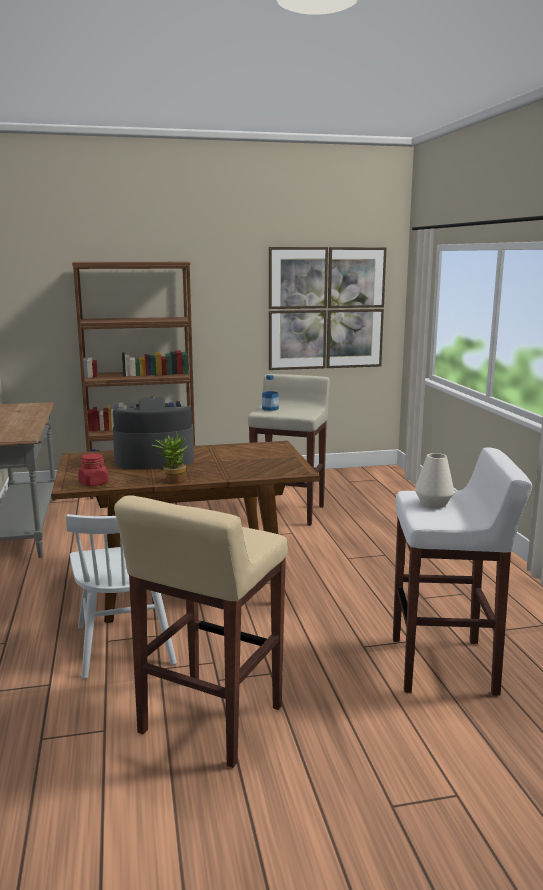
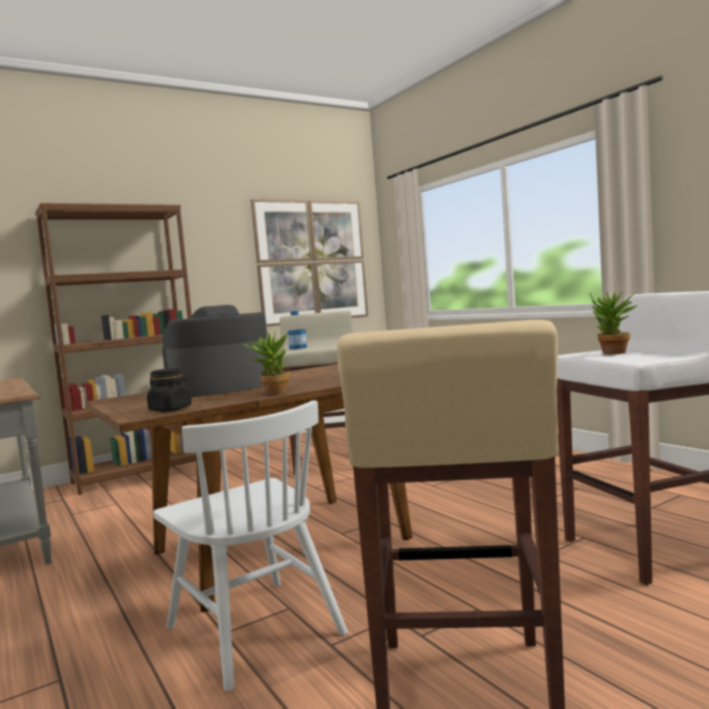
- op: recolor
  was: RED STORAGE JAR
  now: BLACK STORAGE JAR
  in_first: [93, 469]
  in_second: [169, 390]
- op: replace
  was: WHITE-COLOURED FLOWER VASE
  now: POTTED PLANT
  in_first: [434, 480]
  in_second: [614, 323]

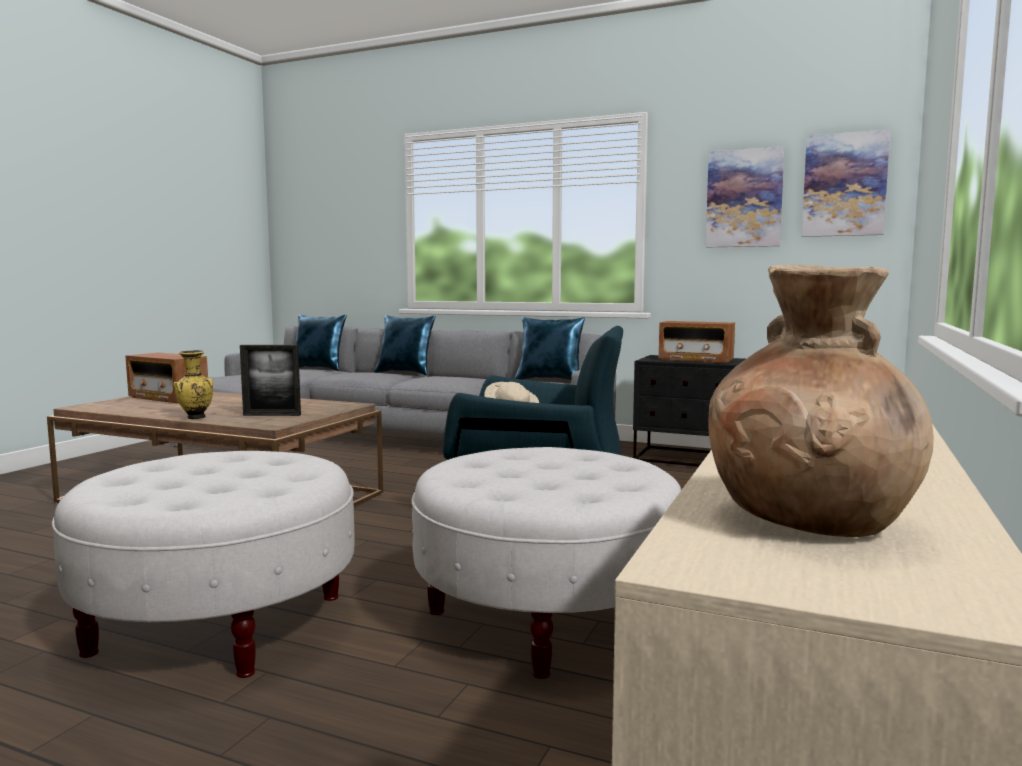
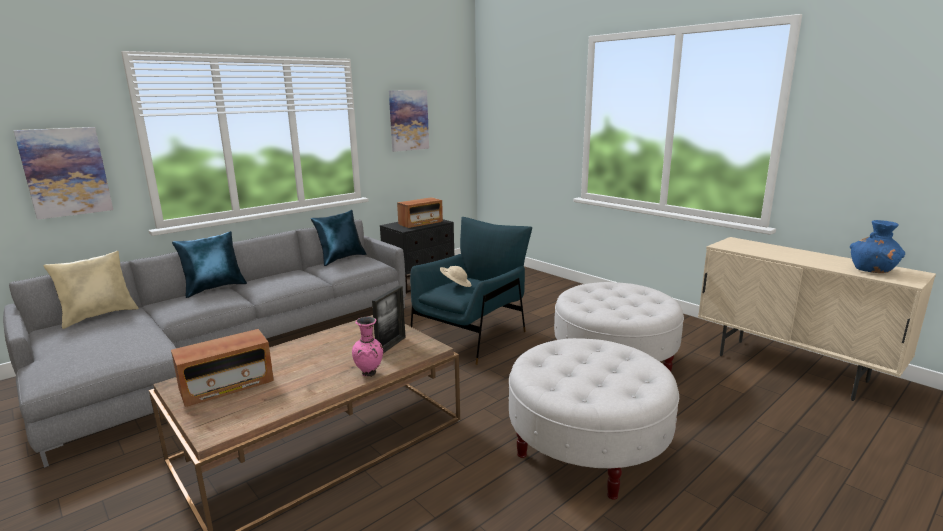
- op: recolor
  was: YELLOWISH FLOWER VASE
  now: PINK FLOWER VASE
  in_first: [193, 384]
  in_second: [367, 346]
- op: recolor
  was: BLUE-COLOURED PILLOW
  now: SAND-COLOURED PILLOW
  in_first: [321, 343]
  in_second: [91, 290]
- op: recolor
  was: BROWN FLOWER VASE
  now: BLUE-COLOURED FLOWER VASE
  in_first: [821, 401]
  in_second: [877, 246]
- op: move
  was: WALL PICTURE
  in_first: [846, 183]
  in_second: [63, 173]

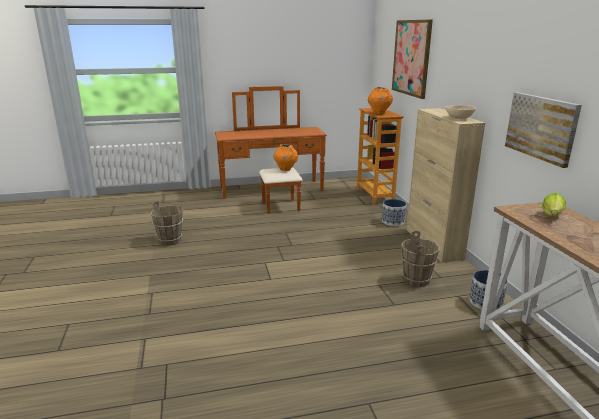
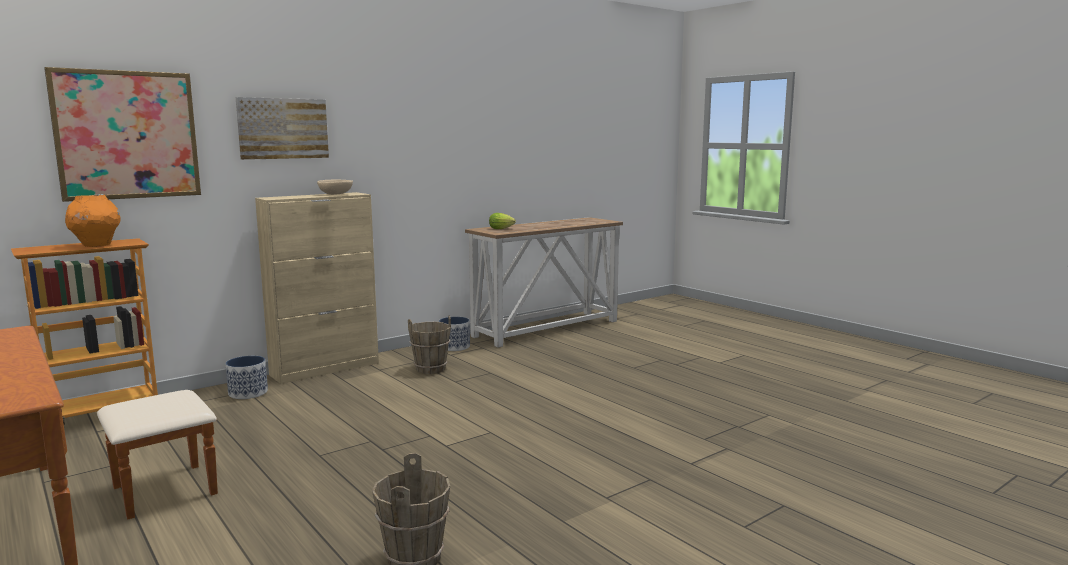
- op: delete
  was: ORANGEY FLOWER VASE
  in_first: [285, 157]
- op: move
  was: WALL PICTURE
  in_first: [543, 130]
  in_second: [282, 128]

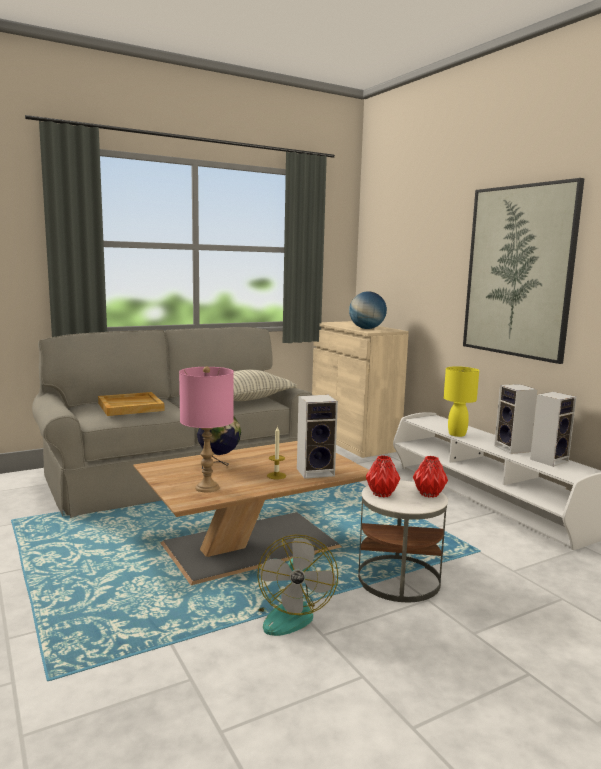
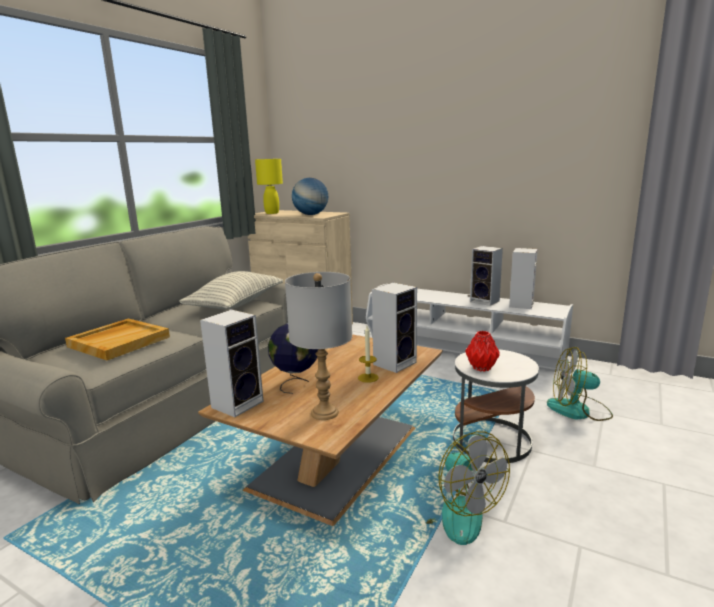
- op: recolor
  was: PINK LAMP FOR A TABLE
  now: GRAY LAMP FOR A TABLE
  in_first: [206, 429]
  in_second: [318, 346]
- op: delete
  was: RED FLOWER VASE
  in_first: [430, 477]
- op: move
  was: YELLOWISH LAMP FOR A TABLE
  in_first: [461, 401]
  in_second: [269, 186]
- op: delete
  was: WALL PICTURE
  in_first: [523, 271]
- op: insert
  now: SPEAKER
  in_second: [232, 363]
- op: insert
  now: FAN
  in_second: [580, 384]

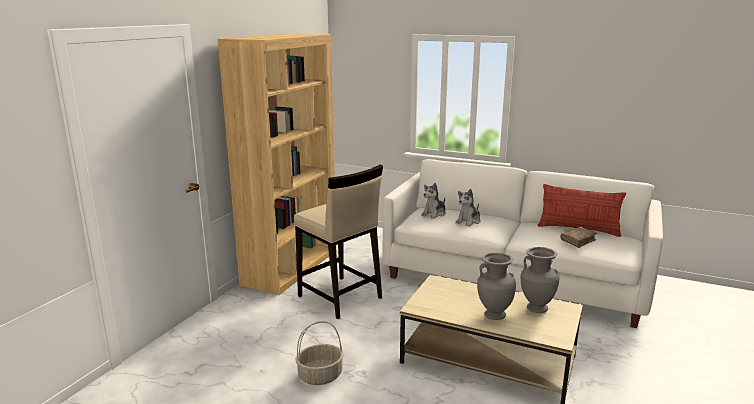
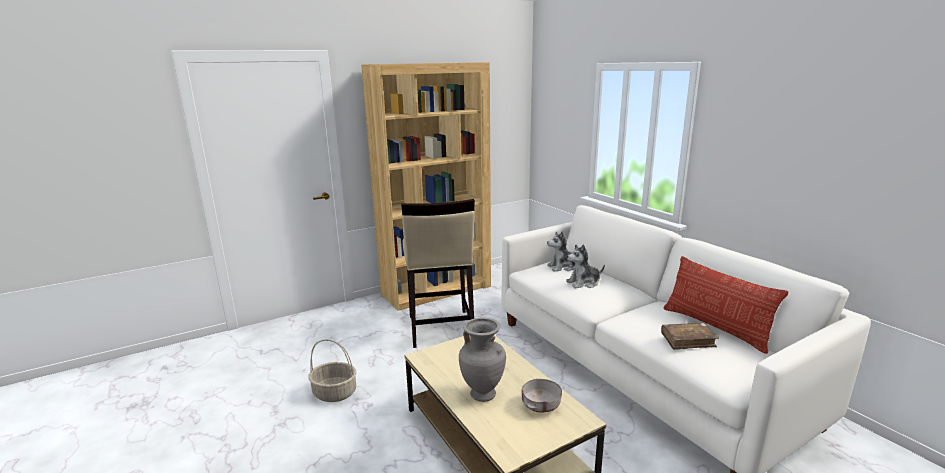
- op: replace
  was: GRAY FLOWER VASE
  now: GRAY SERVING BOWL
  in_first: [540, 280]
  in_second: [542, 396]

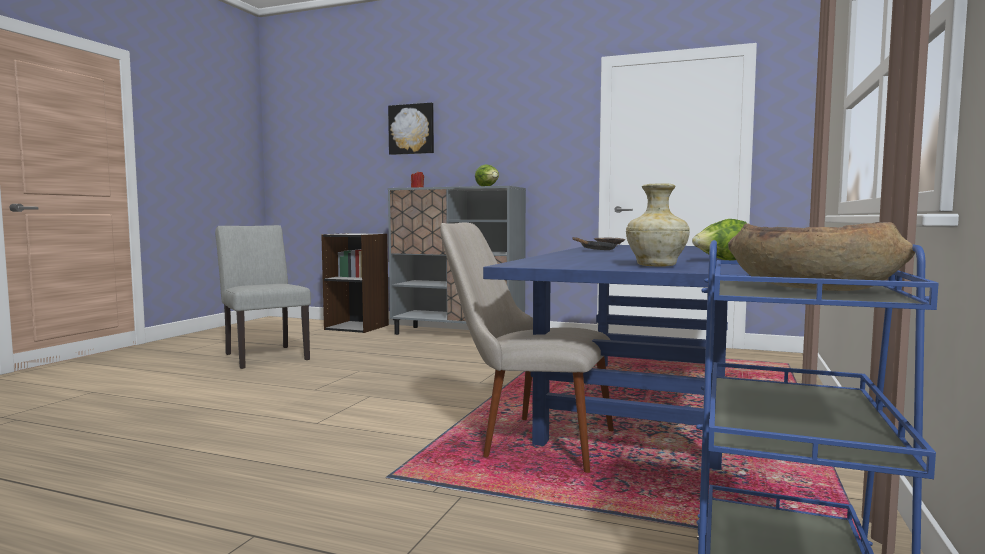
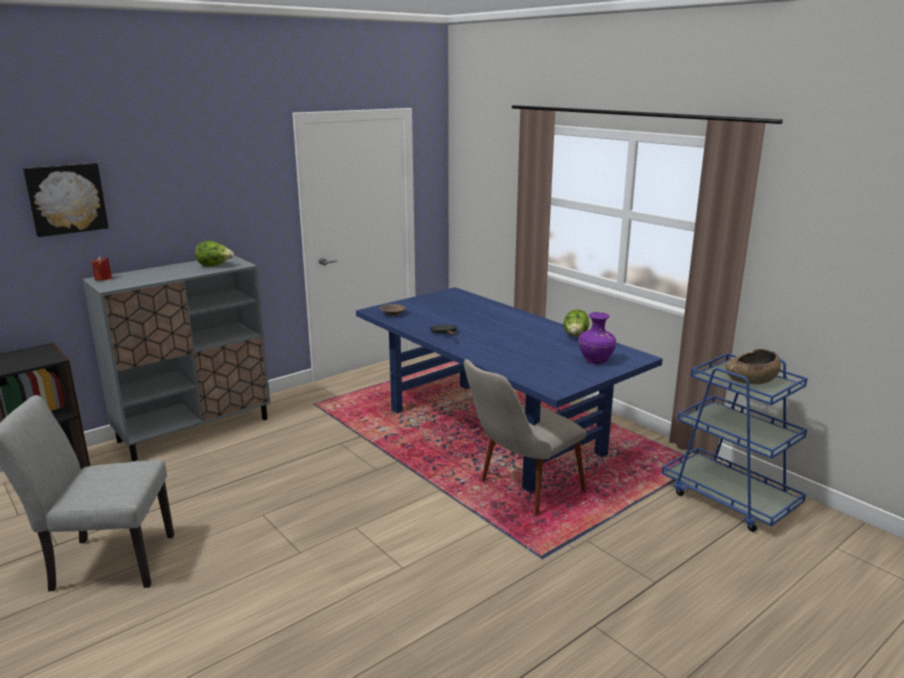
- op: recolor
  was: SAND-COLOURED FLOWER VASE
  now: PURPLE FLOWER VASE
  in_first: [658, 225]
  in_second: [597, 338]

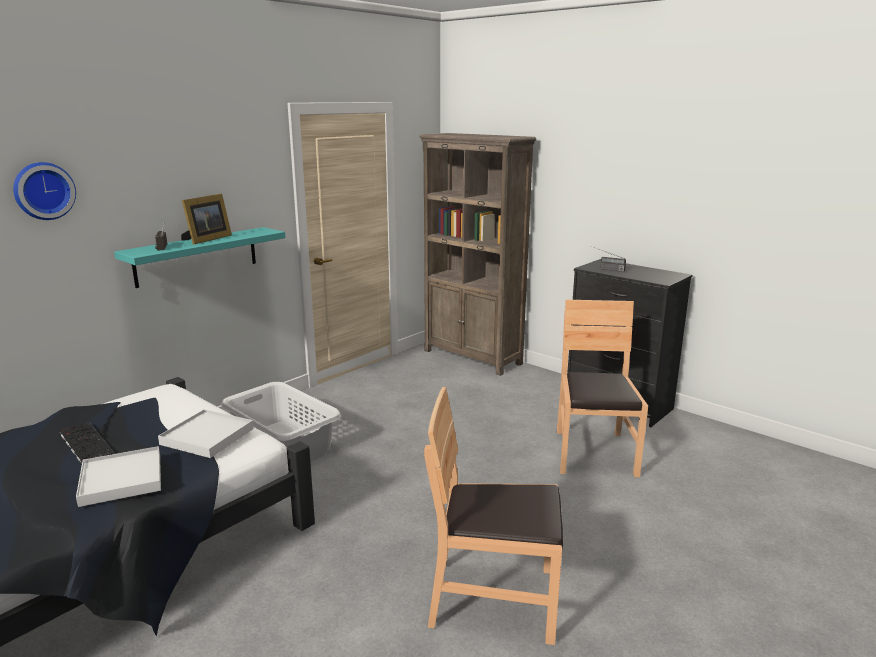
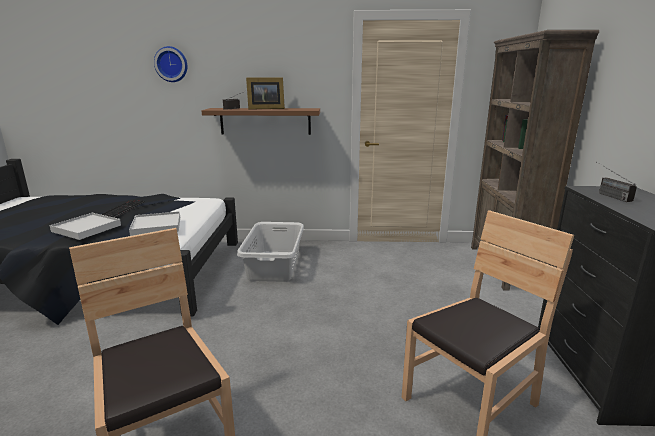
- op: recolor
  was: TURQUOISE-COLOURED WALL SHELF
  now: BROWN WALL SHELF
  in_first: [199, 257]
  in_second: [260, 121]

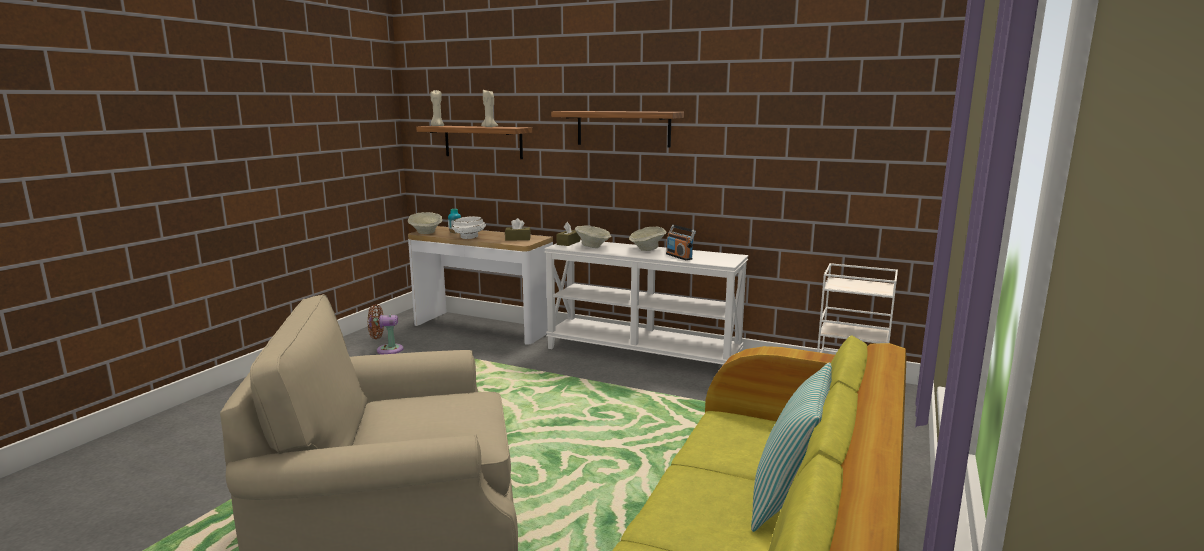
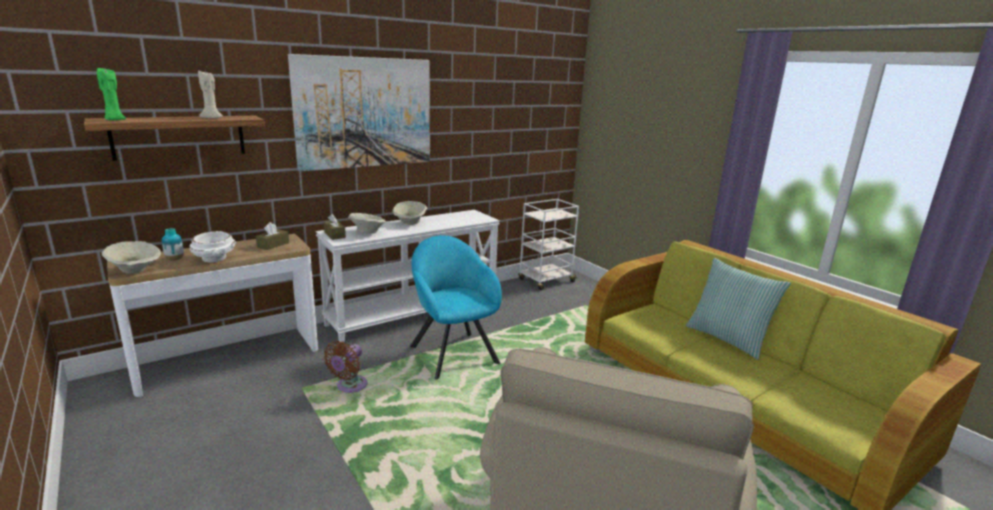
- op: move
  was: BROWN FAN
  in_first: [385, 329]
  in_second: [346, 367]
- op: recolor
  was: SAND-COLOURED WAX CANDLE
  now: GREENISH WAX CANDLE
  in_first: [437, 108]
  in_second: [111, 94]
- op: replace
  was: WALL SHELF
  now: WALL PICTURE
  in_first: [617, 129]
  in_second: [359, 113]
- op: delete
  was: RADIO
  in_first: [681, 242]
- op: insert
  now: TURQUOISE-COLOURED EASY CHAIR
  in_second: [456, 307]

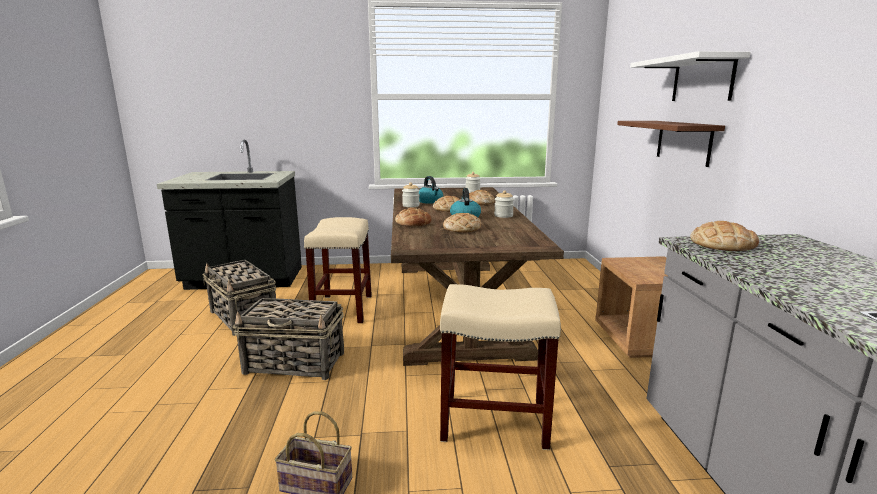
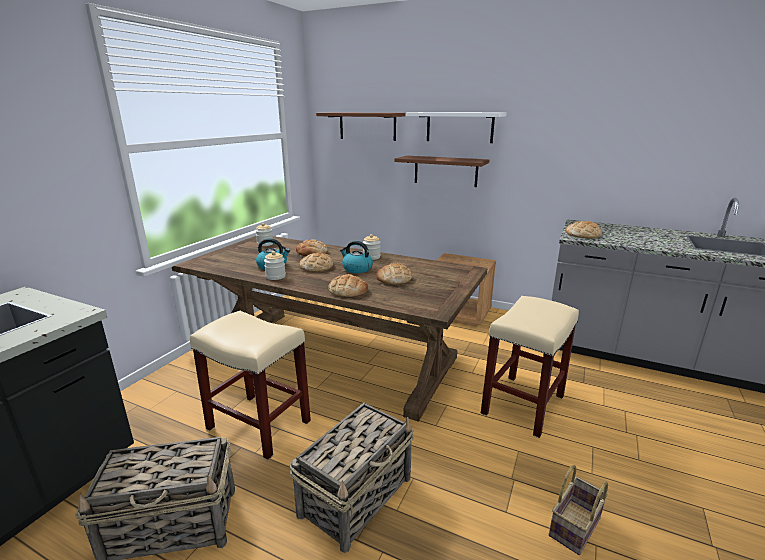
- op: insert
  now: BROWN WALL SHELF
  in_second: [360, 126]

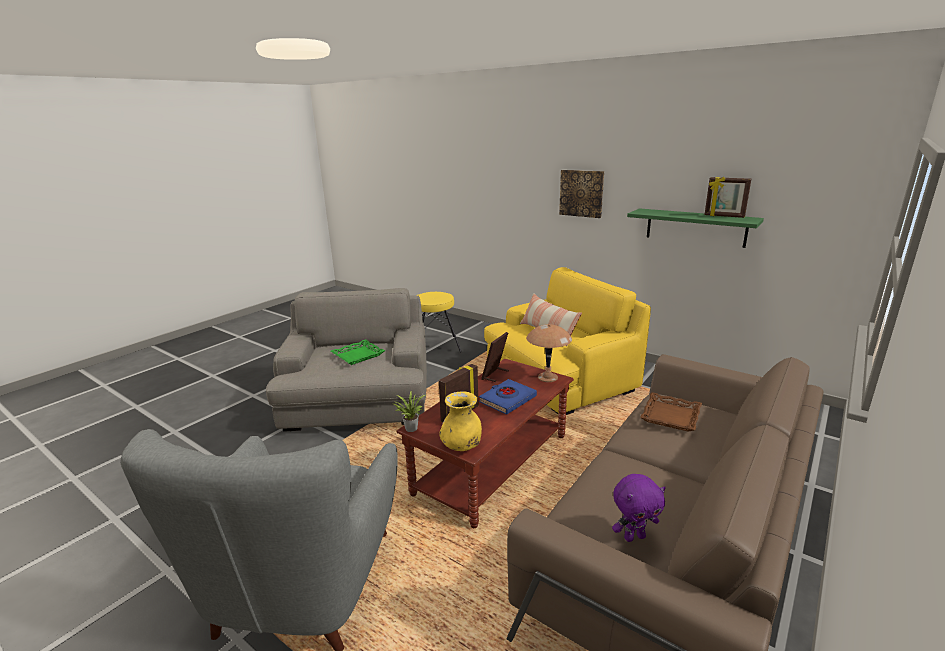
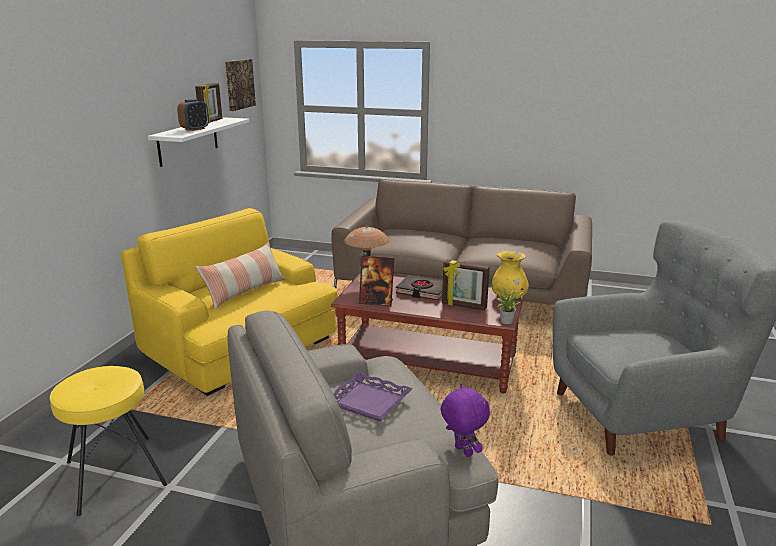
- op: recolor
  was: GREENISH SERVING TRAY
  now: PURPLE SERVING TRAY
  in_first: [358, 352]
  in_second: [373, 396]
- op: recolor
  was: BLUE-COLOURED BOOK
  now: BLACK BOOK
  in_first: [508, 397]
  in_second: [419, 287]
- op: move
  was: WALL PICTURE
  in_first: [581, 194]
  in_second: [240, 85]
- op: move
  was: PURPLE CUDDLY TOY
  in_first: [639, 508]
  in_second: [465, 420]
- op: recolor
  was: GREENISH WALL SHELF
  now: WHITE-COLOURED WALL SHELF
  in_first: [695, 228]
  in_second: [198, 142]
- op: delete
  was: BROWN SERVING TRAY
  in_first: [671, 412]
- op: insert
  now: BEDSIDE CLOCK
  in_second: [193, 115]

